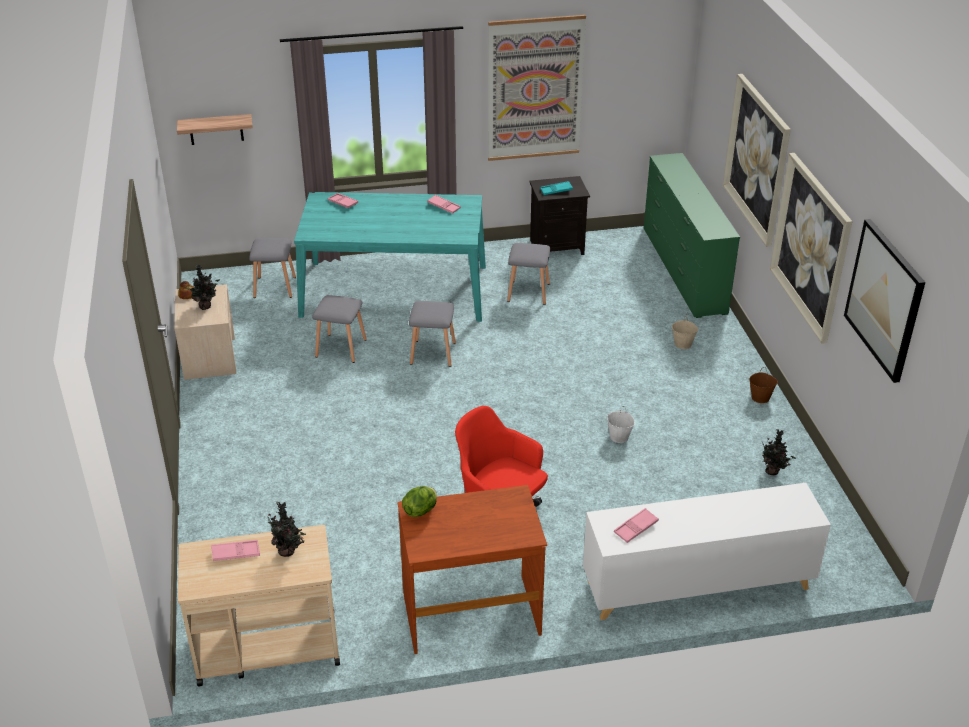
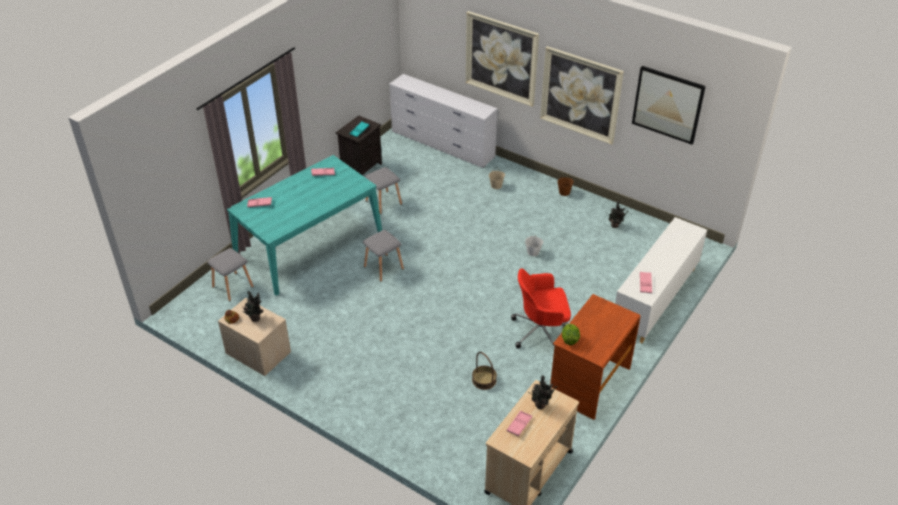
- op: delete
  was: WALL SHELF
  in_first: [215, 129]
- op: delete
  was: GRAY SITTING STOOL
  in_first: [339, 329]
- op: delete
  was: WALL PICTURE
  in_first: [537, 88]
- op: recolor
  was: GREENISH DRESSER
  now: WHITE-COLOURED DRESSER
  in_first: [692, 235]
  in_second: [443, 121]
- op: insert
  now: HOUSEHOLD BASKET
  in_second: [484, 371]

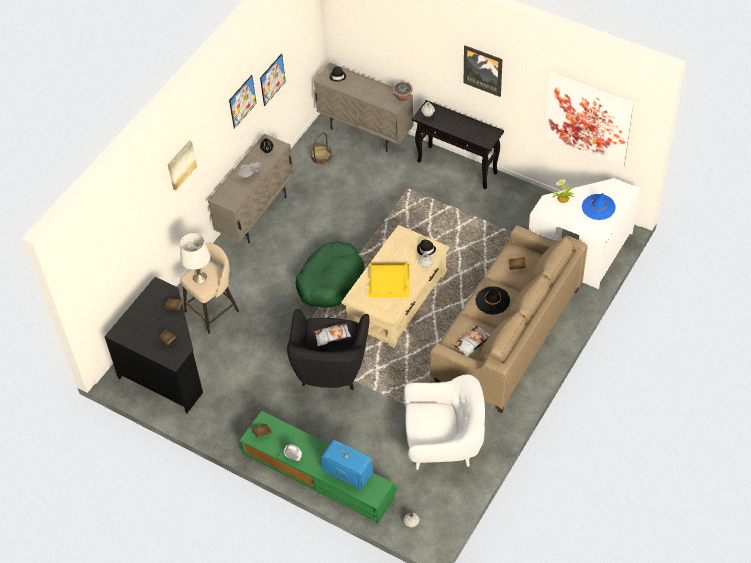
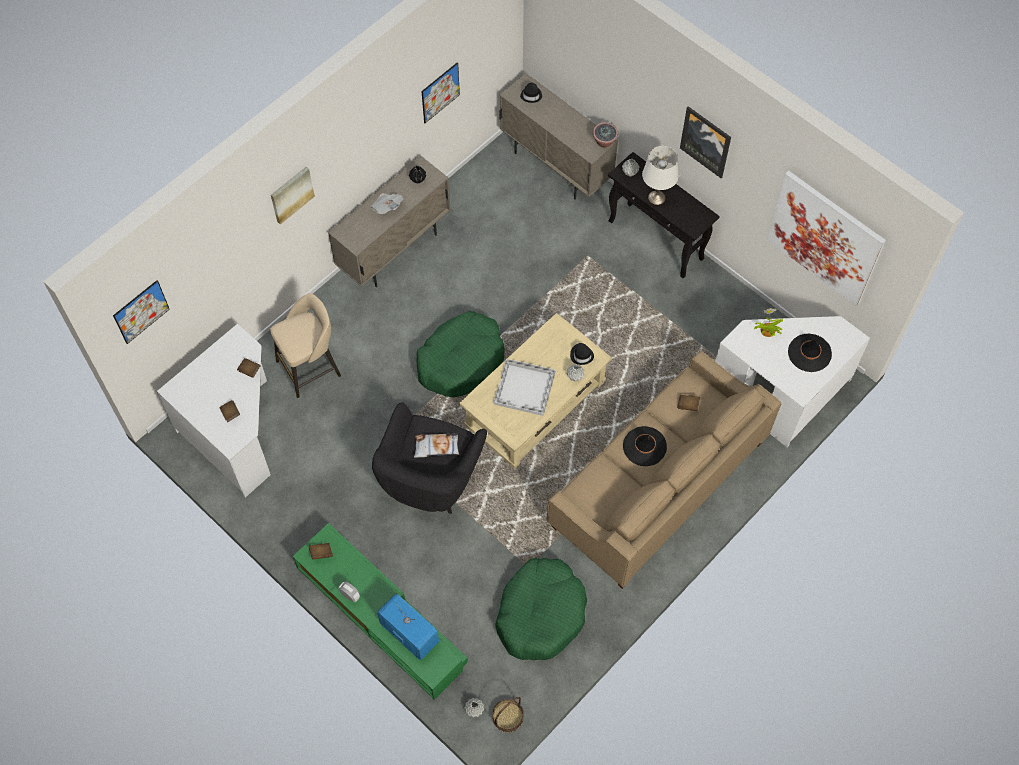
- op: recolor
  was: BLACK DESK TABLE
  now: WHITE-COLOURED DESK TABLE
  in_first: [153, 345]
  in_second: [214, 411]
- op: move
  was: WHITE-COLOURED LAMP FOR A TABLE
  in_first: [195, 258]
  in_second: [660, 175]
- op: move
  was: WALL PICTURE
  in_first: [243, 102]
  in_second: [141, 312]
- op: move
  was: HOUSEHOLD BASKET
  in_first: [321, 149]
  in_second: [507, 715]
- op: recolor
  was: YELLOWISH SERVING TRAY
  now: WHITE-COLOURED SERVING TRAY
  in_first: [388, 280]
  in_second: [524, 387]
- op: replace
  was: WHITE-COLOURED EASY CHAIR
  now: GREENISH DOG BED
  in_first: [444, 422]
  in_second: [541, 609]
- op: delete
  was: PILLOW
  in_first: [471, 340]
- op: recolor
  was: BLUE-COLOURED CLOTHING HAT
  now: BLACK CLOTHING HAT
  in_first: [599, 206]
  in_second: [810, 353]

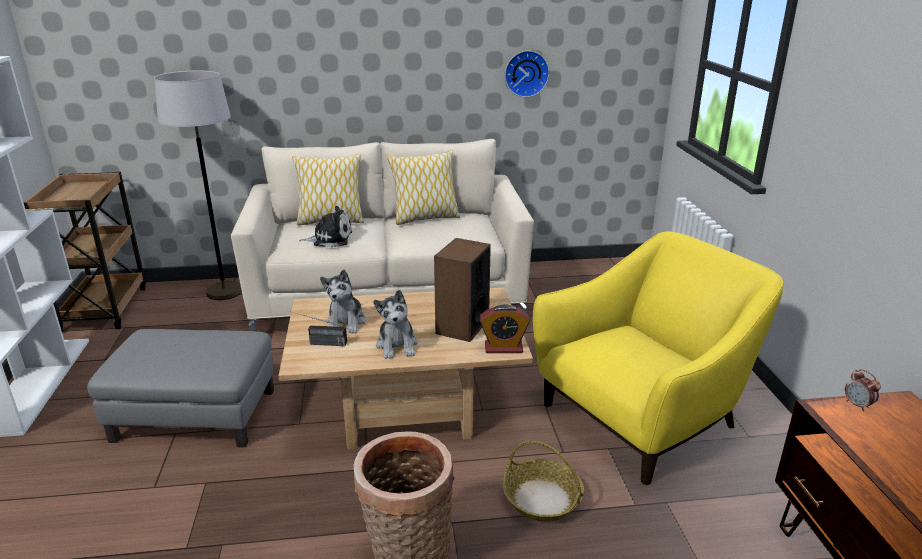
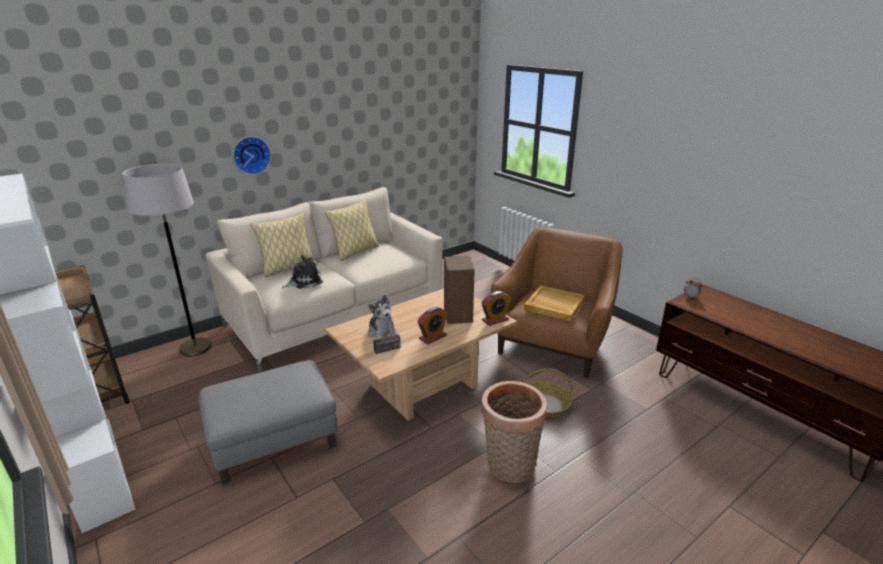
- op: replace
  was: CUDDLY TOY
  now: BEDSIDE CLOCK
  in_first: [395, 324]
  in_second: [432, 325]
- op: move
  was: CLOCK ON THE WALL
  in_first: [527, 73]
  in_second: [252, 156]
- op: recolor
  was: YELLOWISH EASY CHAIR
  now: BROWN EASY CHAIR
  in_first: [658, 358]
  in_second: [557, 303]
- op: insert
  now: SAND-COLOURED SERVING TRAY
  in_second: [554, 303]

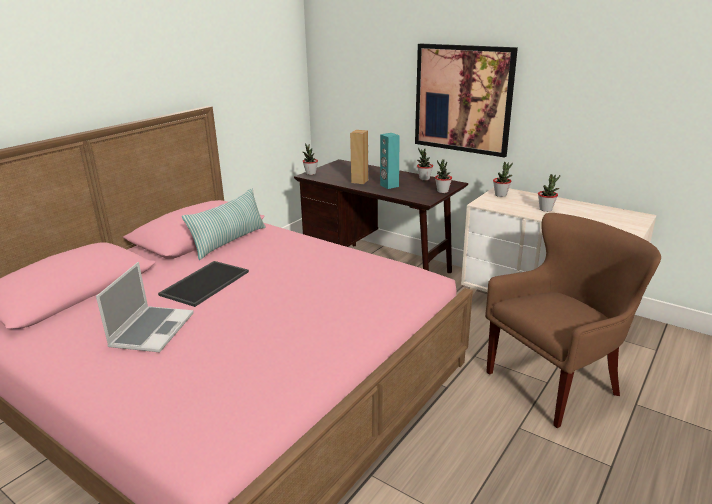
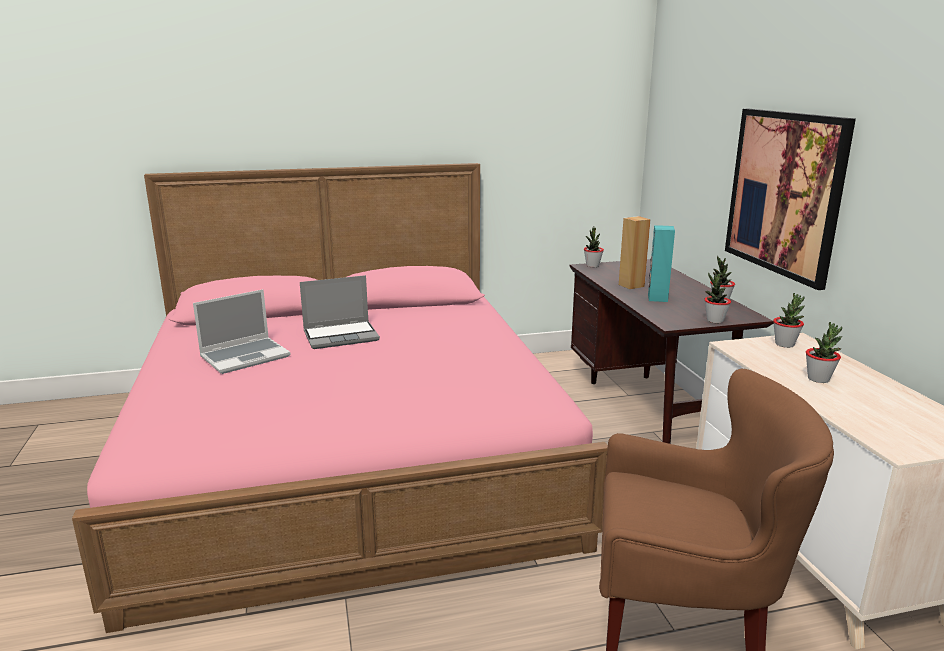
- op: replace
  was: SERVING TRAY
  now: LAPTOP
  in_first: [203, 284]
  in_second: [340, 312]
- op: delete
  was: PILLOW
  in_first: [224, 224]

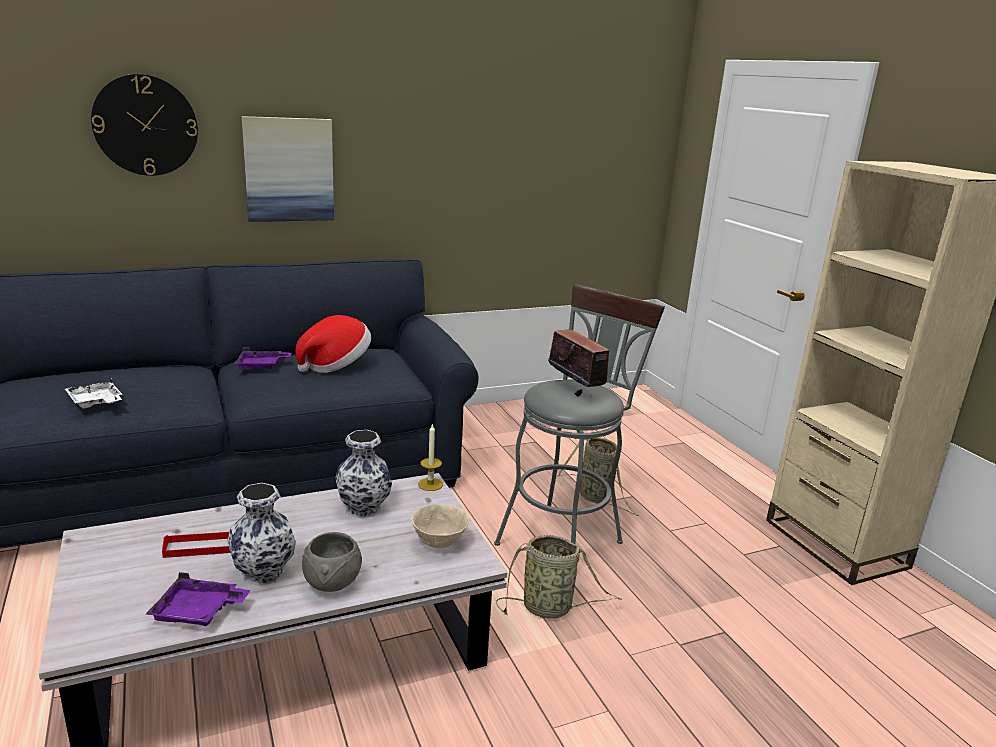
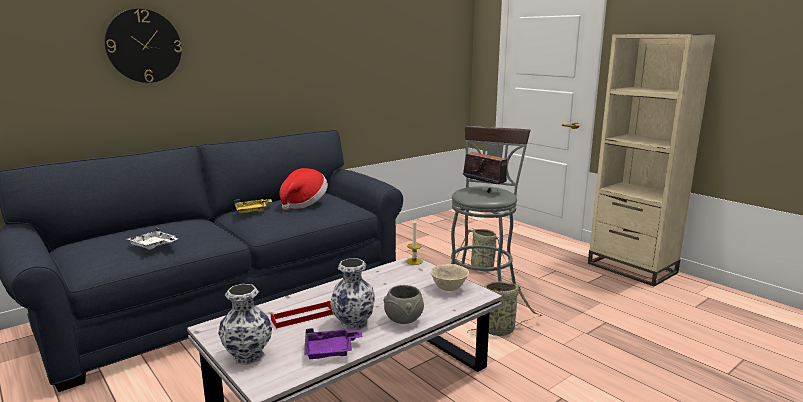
- op: recolor
  was: PURPLE SERVING TRAY
  now: YELLOWISH SERVING TRAY
  in_first: [263, 358]
  in_second: [253, 206]
- op: delete
  was: WALL PICTURE
  in_first: [288, 169]
- op: move
  was: FLOWER VASE
  in_first: [363, 474]
  in_second: [245, 324]

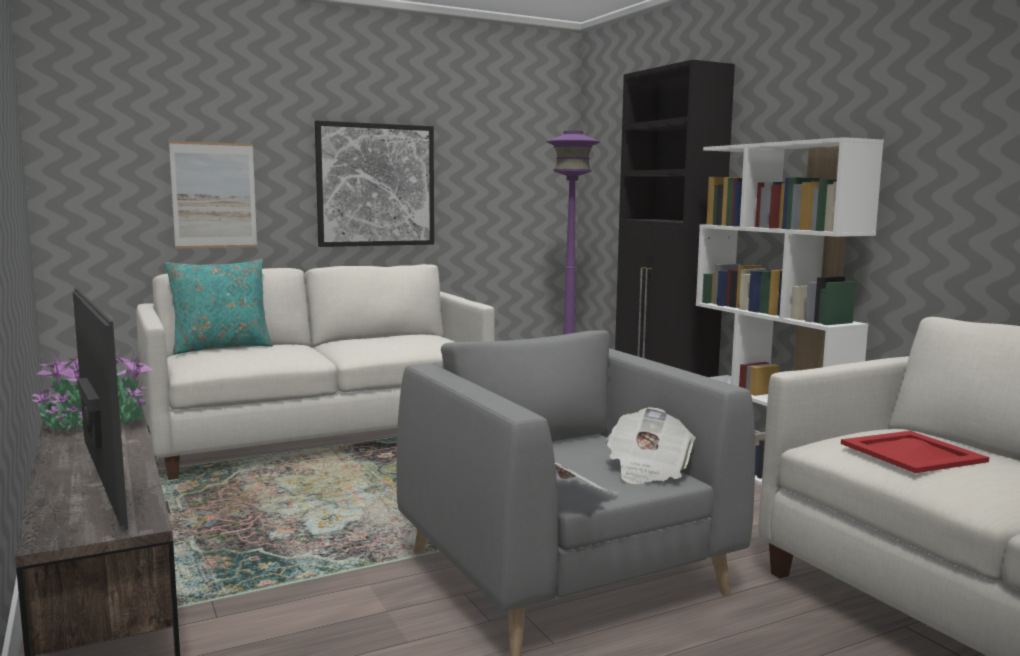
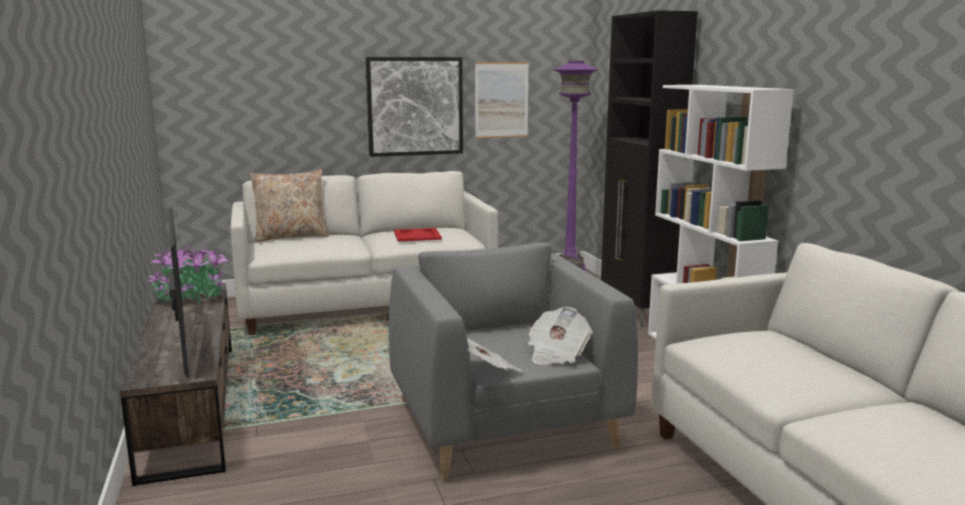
- op: recolor
  was: TURQUOISE-COLOURED PILLOW
  now: SAND-COLOURED PILLOW
  in_first: [219, 307]
  in_second: [289, 206]
- op: move
  was: WALL PICTURE
  in_first: [213, 195]
  in_second: [502, 100]
- op: move
  was: RED SERVING TRAY
  in_first: [915, 452]
  in_second: [418, 235]

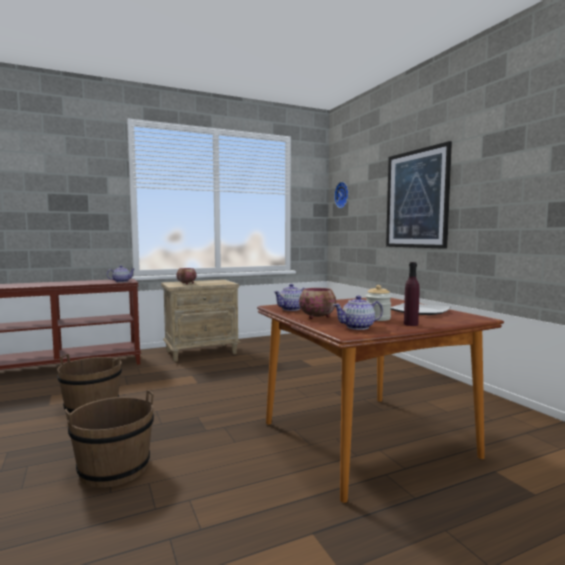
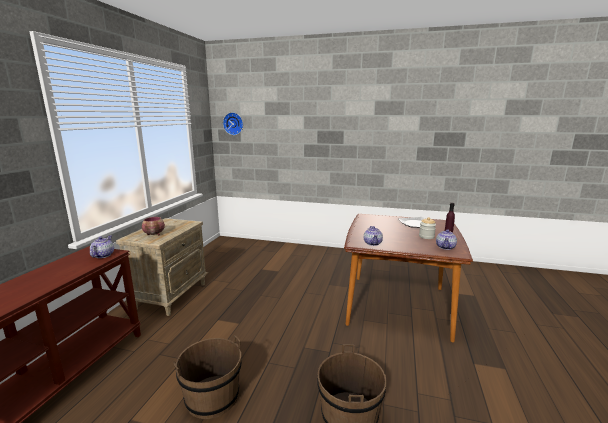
- op: delete
  was: SERVING BOWL
  in_first: [317, 303]
- op: delete
  was: WALL PICTURE
  in_first: [419, 195]

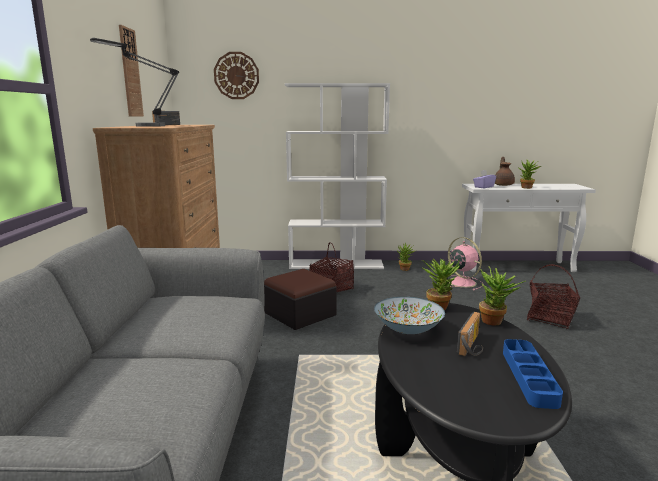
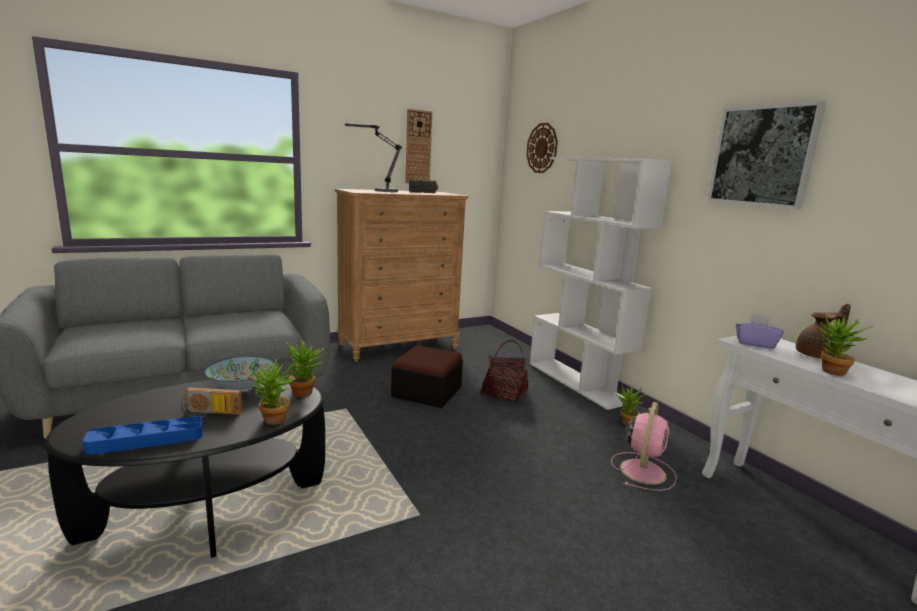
- op: delete
  was: HOUSEHOLD BASKET
  in_first: [553, 296]
- op: insert
  now: WALL PICTURE
  in_second: [767, 155]

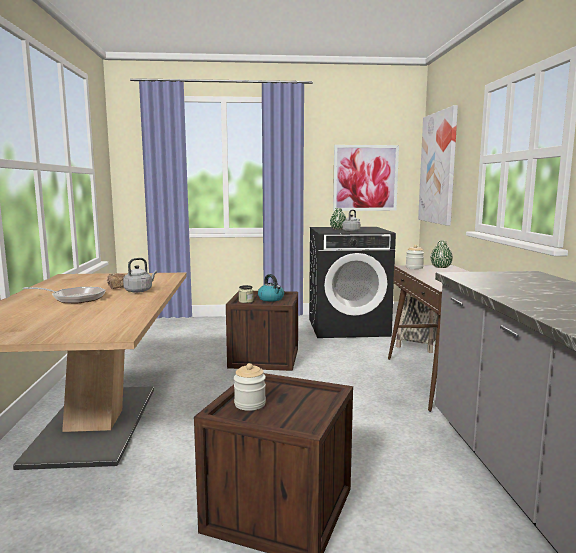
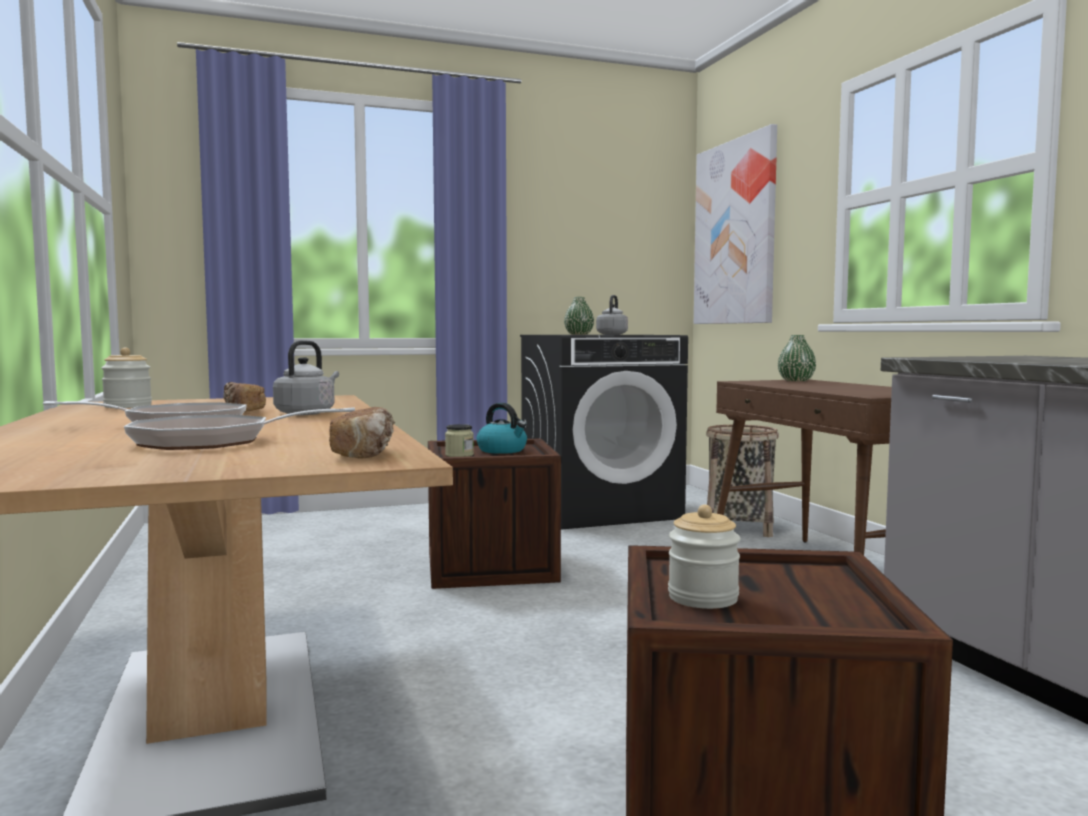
- op: delete
  was: WALL PICTURE
  in_first: [366, 178]
- op: move
  was: STORAGE JAR
  in_first: [415, 257]
  in_second: [126, 378]
- op: insert
  now: SKILLET
  in_second: [239, 428]
- op: insert
  now: BAKERY BREAD
  in_second: [362, 433]

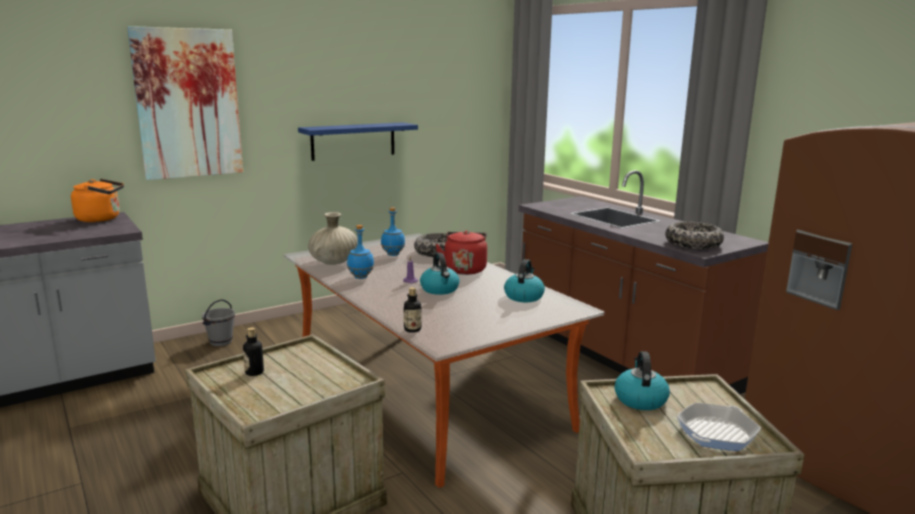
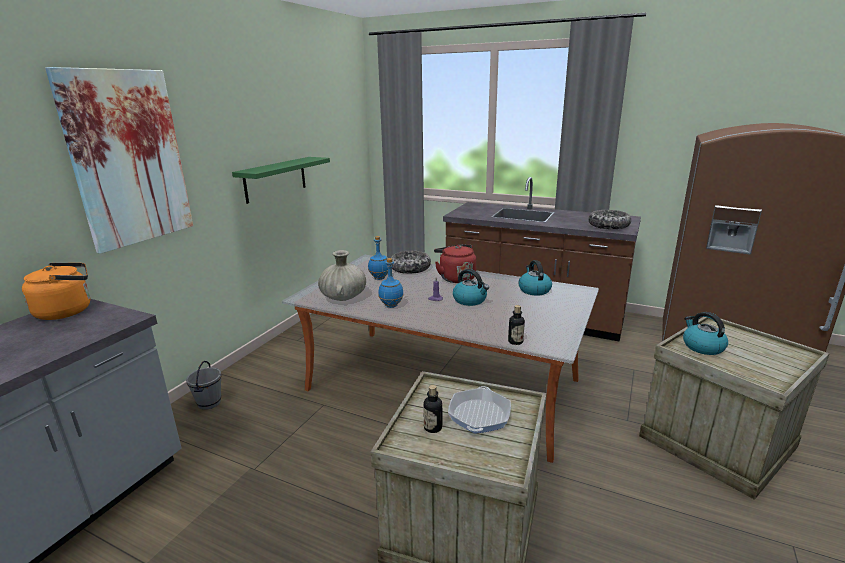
- op: recolor
  was: BLUE-COLOURED WALL SHELF
  now: GREENISH WALL SHELF
  in_first: [358, 141]
  in_second: [281, 180]
- op: move
  was: SKILLET
  in_first: [719, 427]
  in_second: [479, 410]

